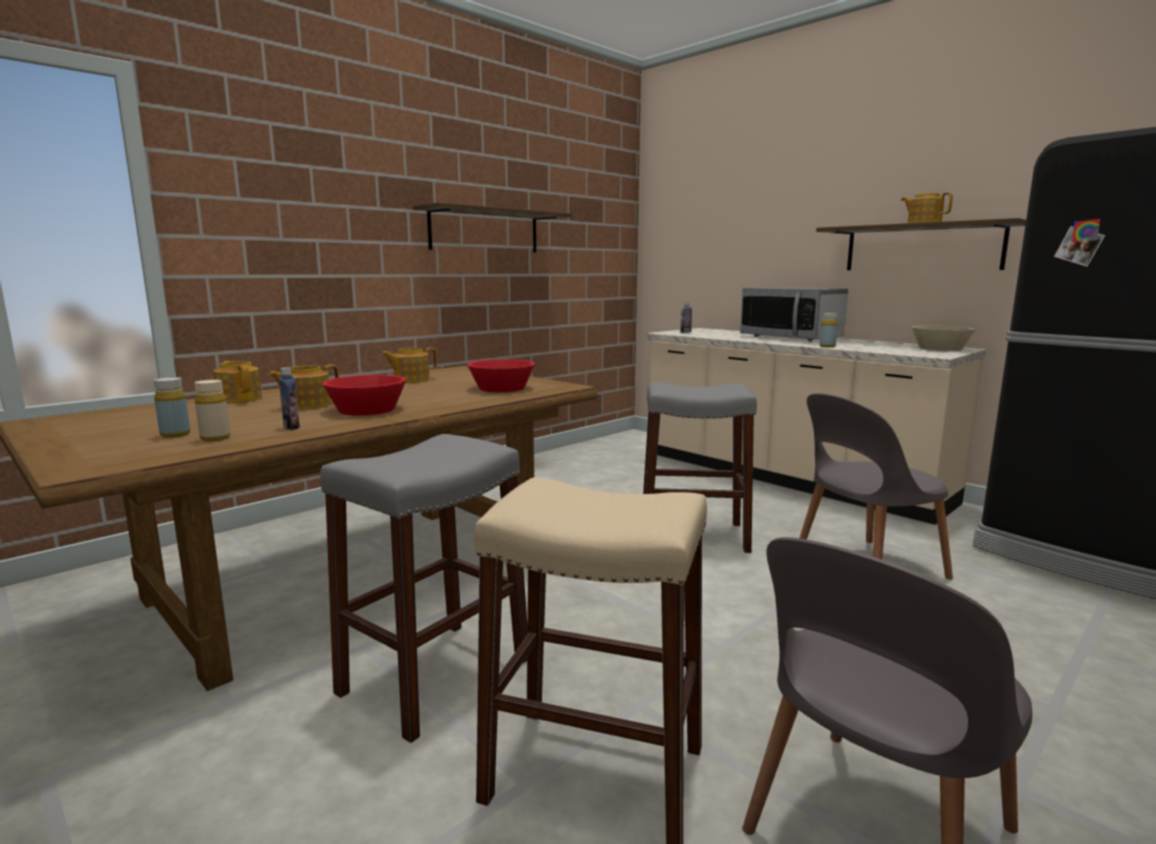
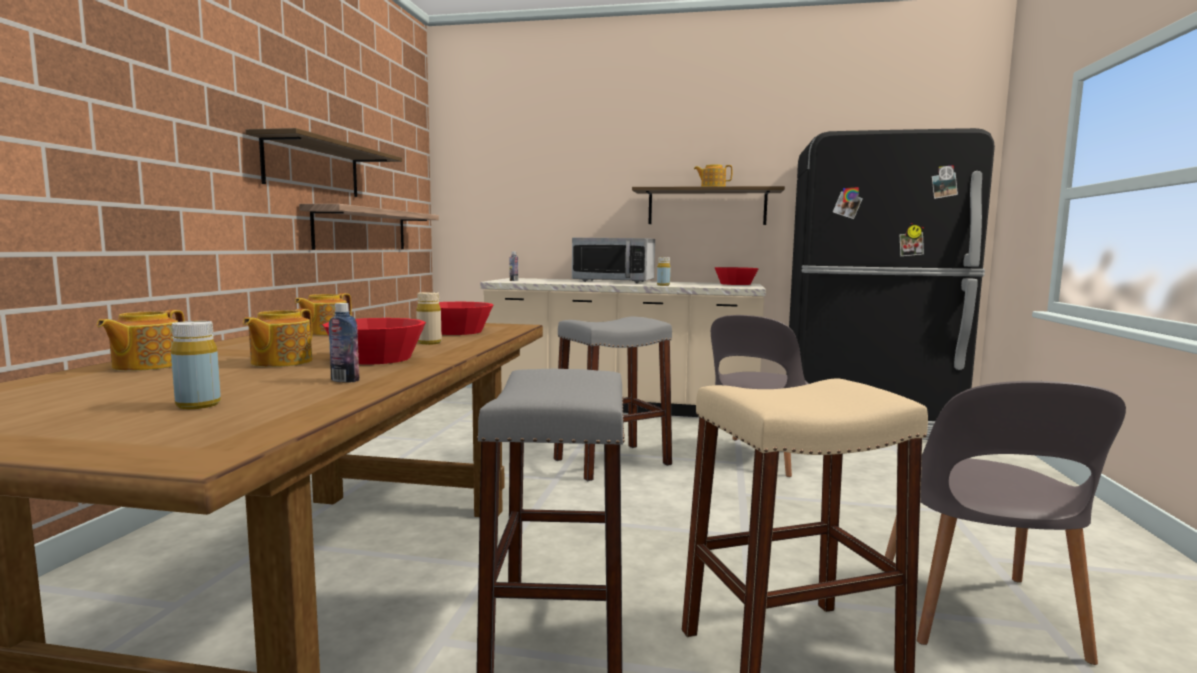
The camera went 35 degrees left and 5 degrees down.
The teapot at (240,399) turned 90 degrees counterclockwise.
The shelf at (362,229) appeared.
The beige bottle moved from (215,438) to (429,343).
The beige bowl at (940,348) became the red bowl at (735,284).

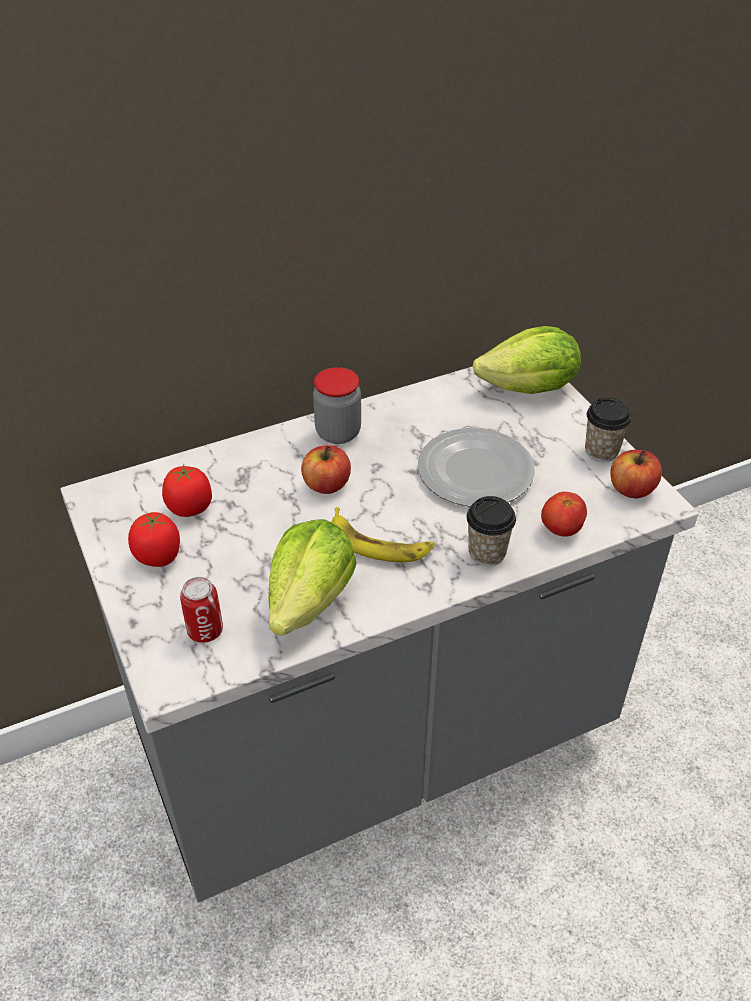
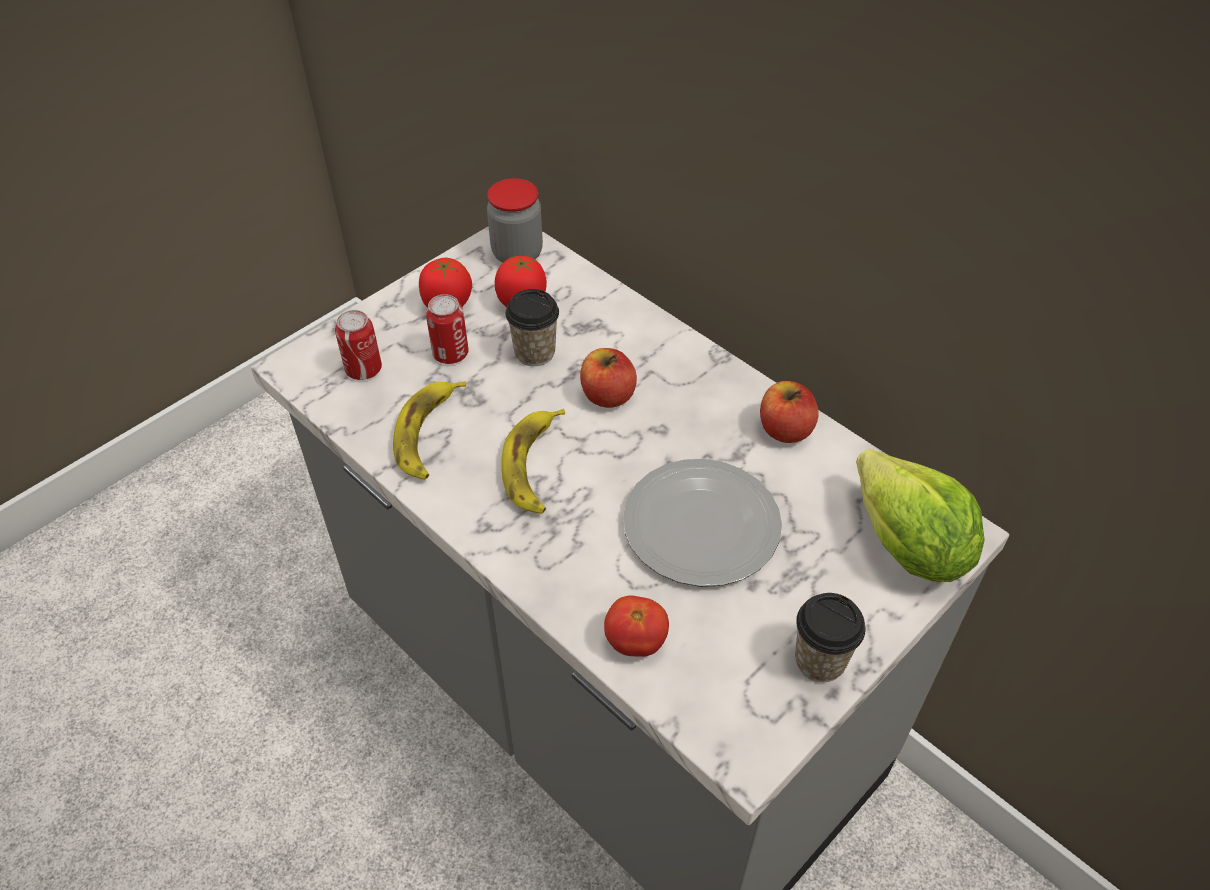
The camera went 70 degrees right and 5 degrees up.
The lettuce at (311,600) was replaced by the banana at (428,434).
The can at (450,354) appeared.
The jar moved from (338,433) to (517,254).
The cup moved from (487,553) to (535,352).
The apple moved from (632,489) to (785,429).

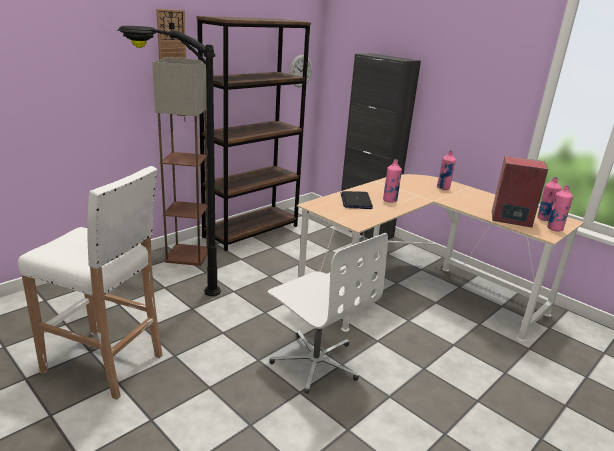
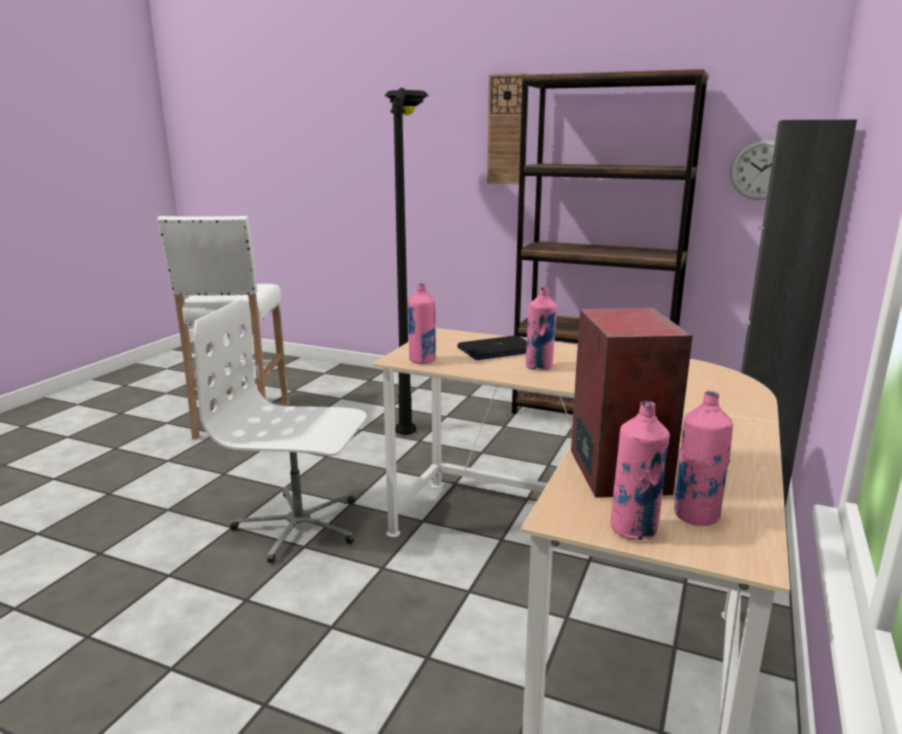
The camera went 70 degrees right and 5 degrees down.
The white office chair at (316,362) turned 75 degrees clockwise.
The pink bottle moved from (443,188) to (422,360).
The floor lamp at (187,255) disappeared.

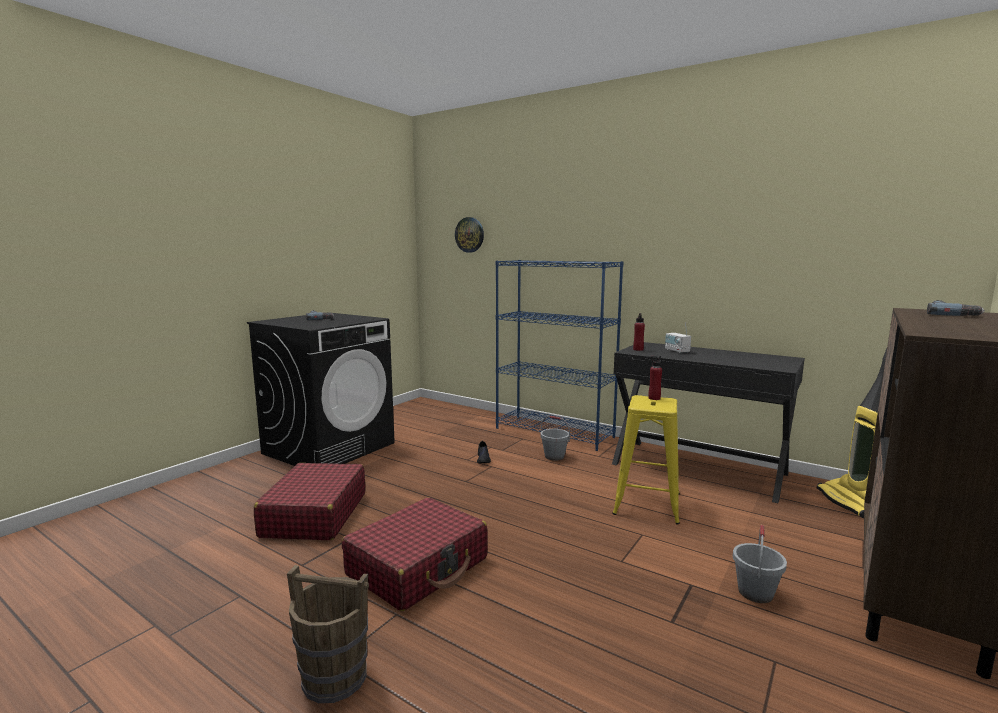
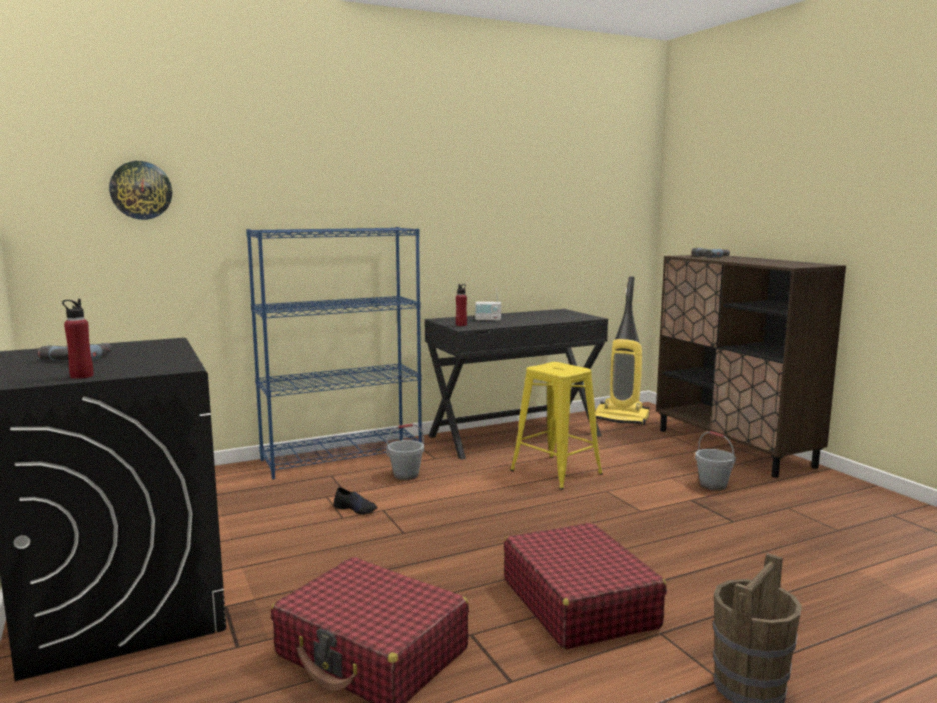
The camera went 60 degrees left and 0 degrees up.
The red bottle moved from (654,398) to (81,376).

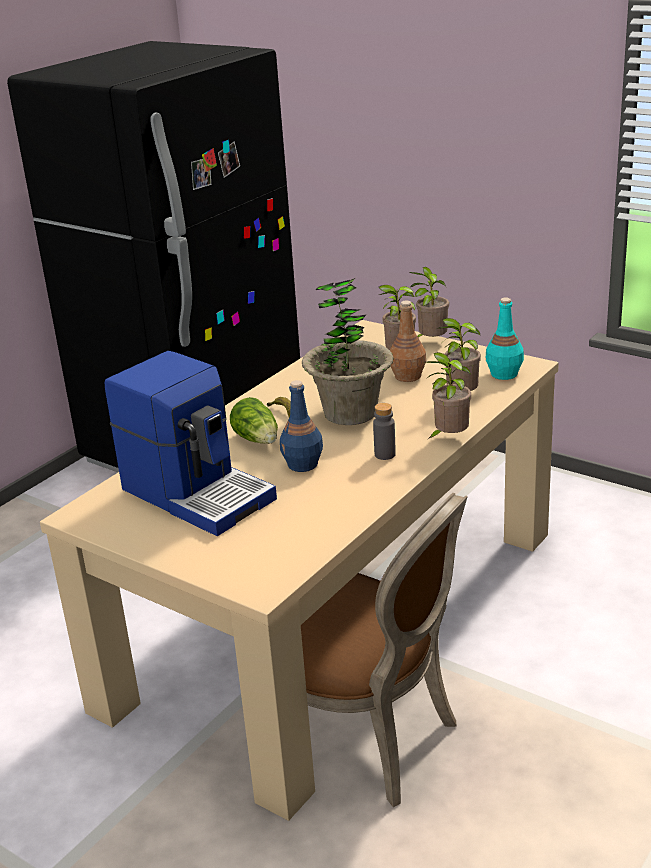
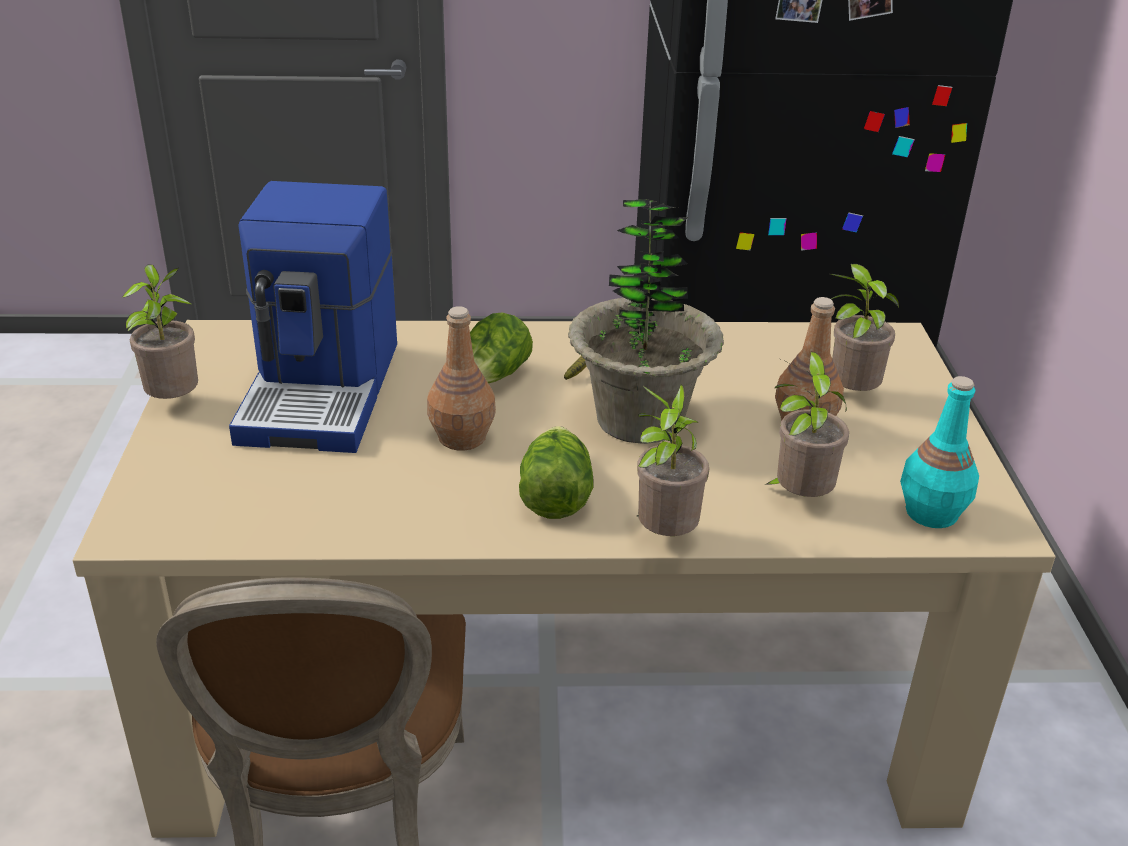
The camera went 50 degrees right and 5 degrees up.
The potted plant moved from (431,341) to (175,402).
The blue bottle at (303,464) became the brown bottle at (462,438).
The grey bottle at (385,454) was replaced by the lettuce at (554,495).

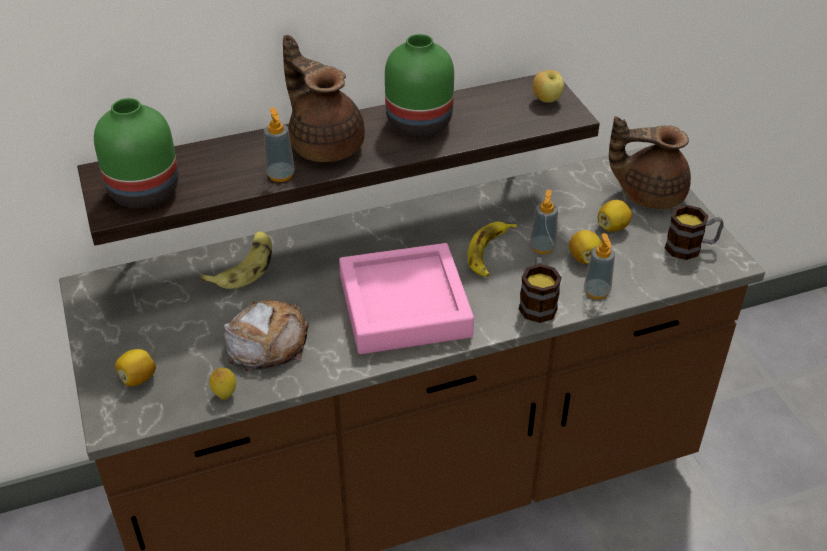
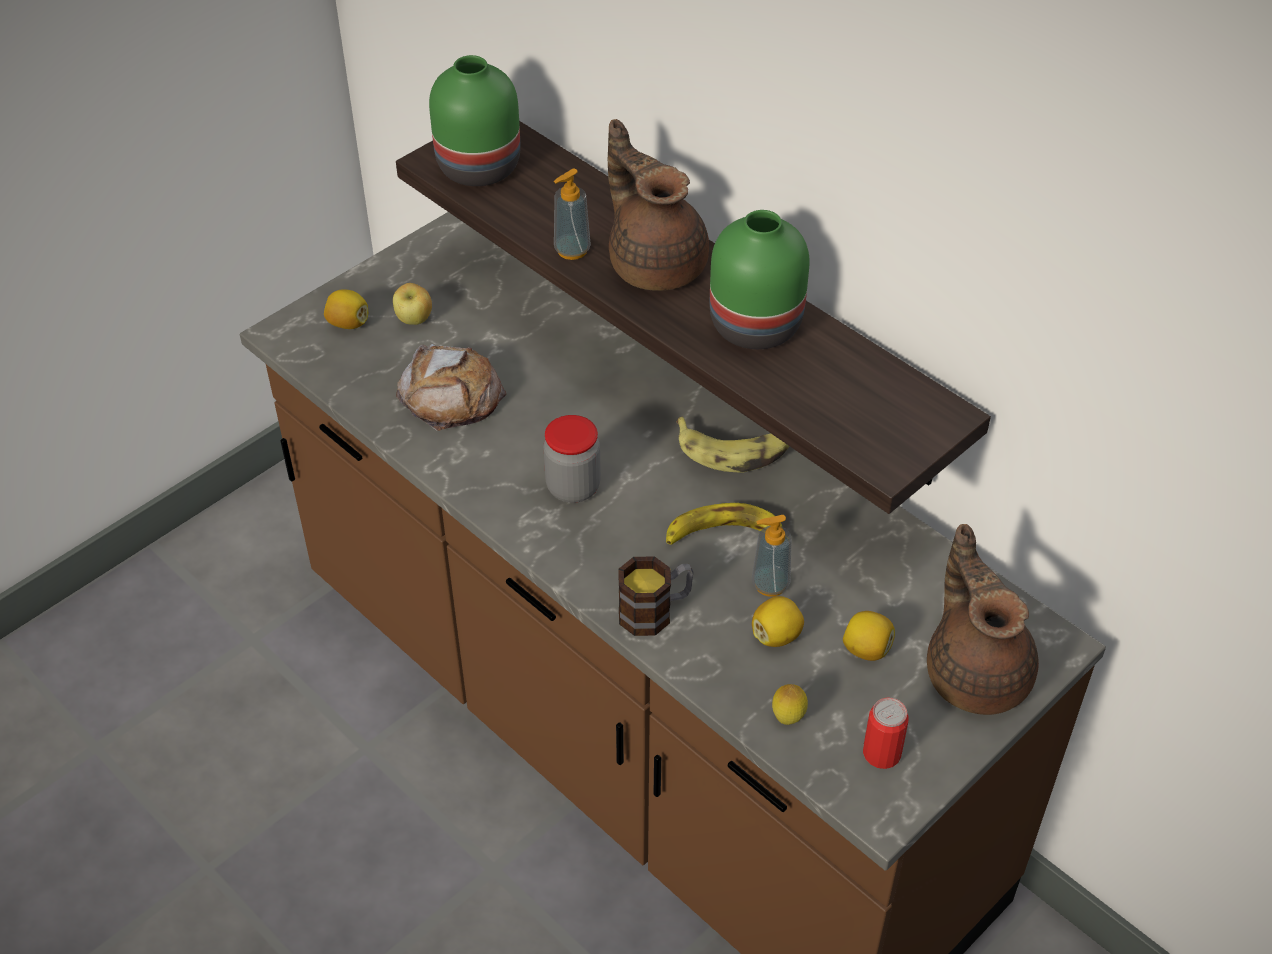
The camera went 65 degrees right and 5 degrees up.
The apple moved from (547,100) to (414,320).
The pink tray at (404,306) was replaced by the jar at (573,487).
The brown teapot at (325,144) turned 60 degrees counterclockwise.
The banana moved from (244,267) to (735,450).
The lemon moved from (225,394) to (788,718).
The mug at (690,247) was replaced by the can at (881,753).
The soap dispenser at (596,291) disappeared.

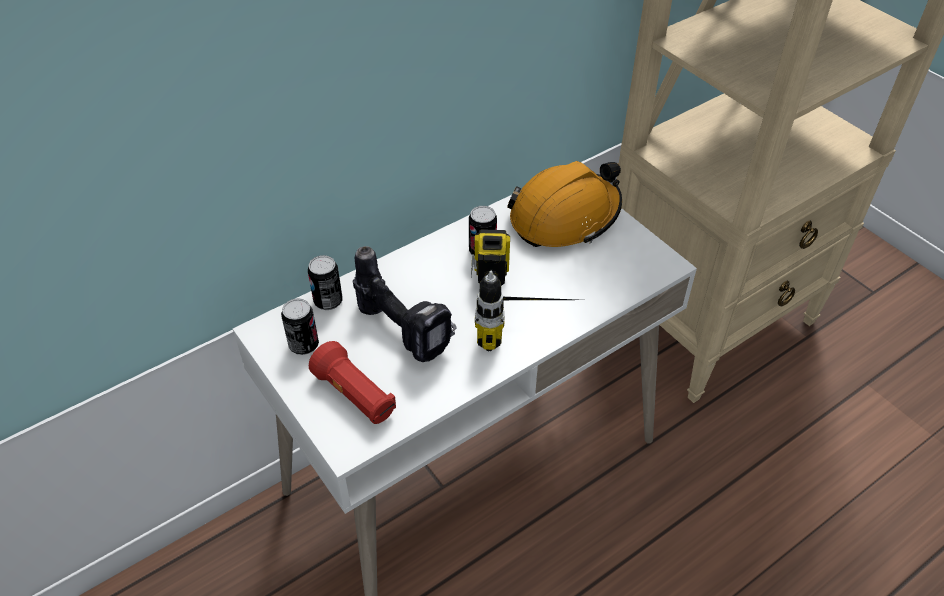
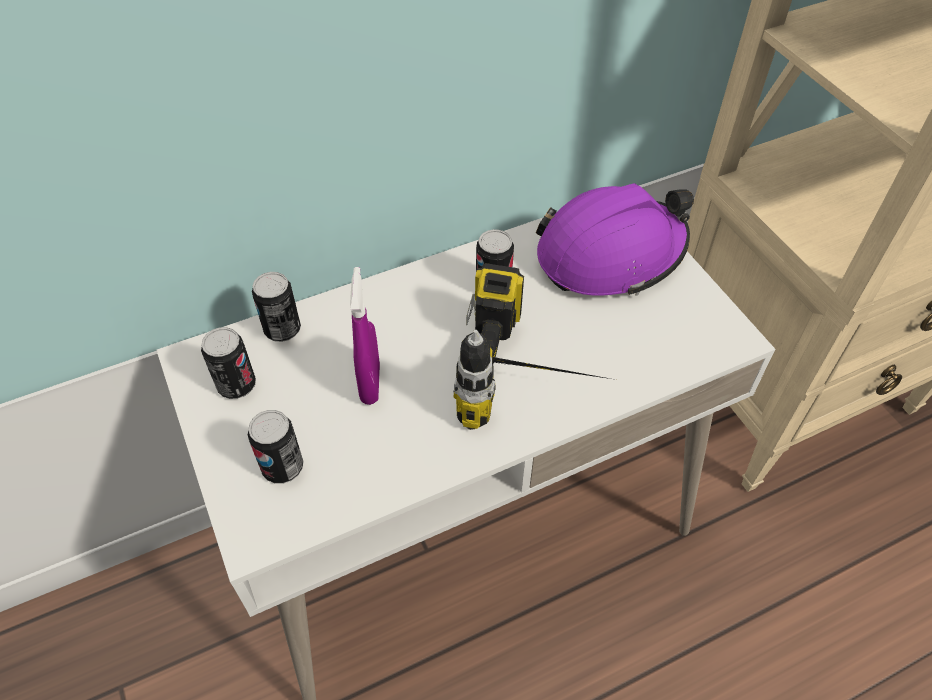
The camera went 10 degrees right and 5 degrees up.
The red flashlight at (355,396) was replaced by the can at (283,467).
The power drill at (406,330) was replaced by the purple spray bottle at (370,383).
The orange hard hat at (565,217) became the purple hard hat at (610,254).

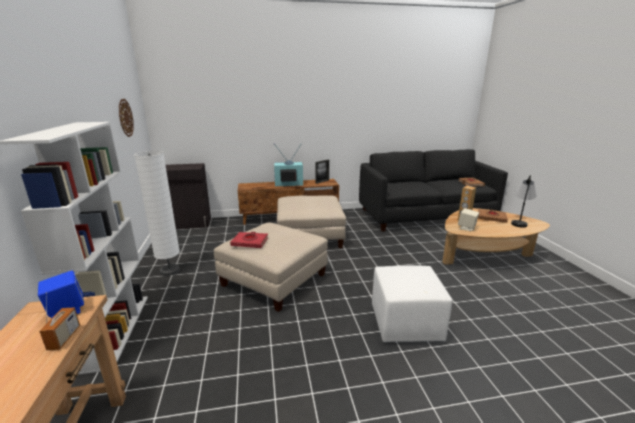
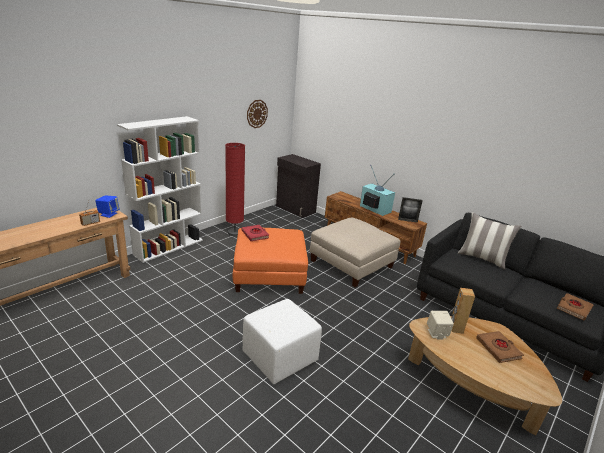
The camera went 50 degrees right and 5 degrees up.
The white floor lamp at (170,271) became the red floor lamp at (234,233).
The beige ottoman at (273,280) became the orange ottoman at (269,274).
The pillow at (482,258) appeared.
The table lamp at (519,221) disappeared.

